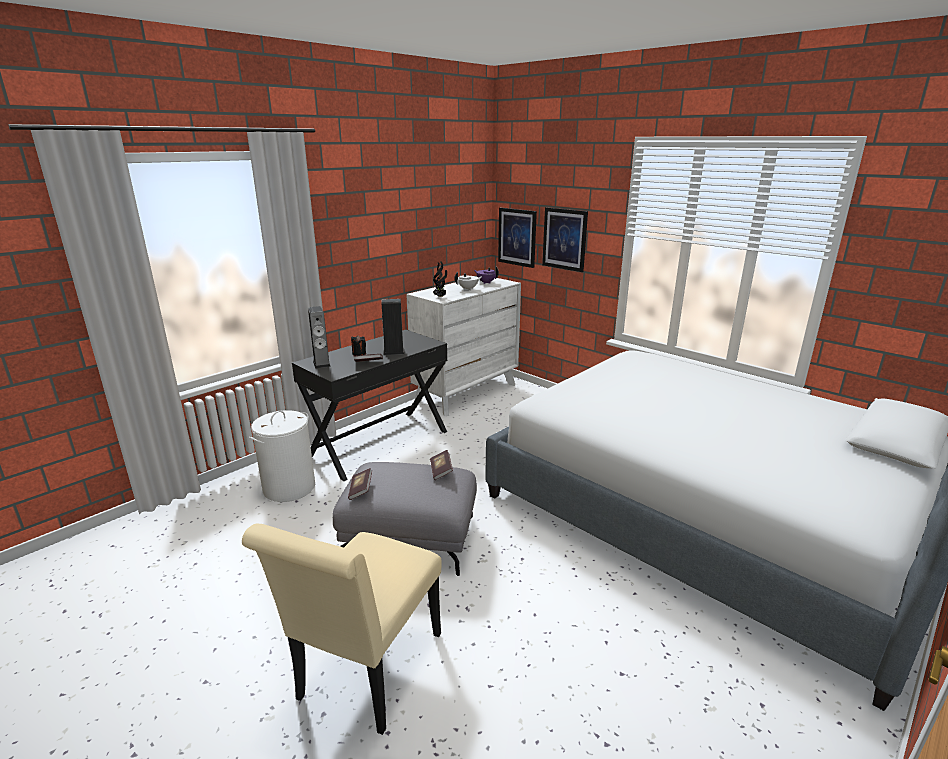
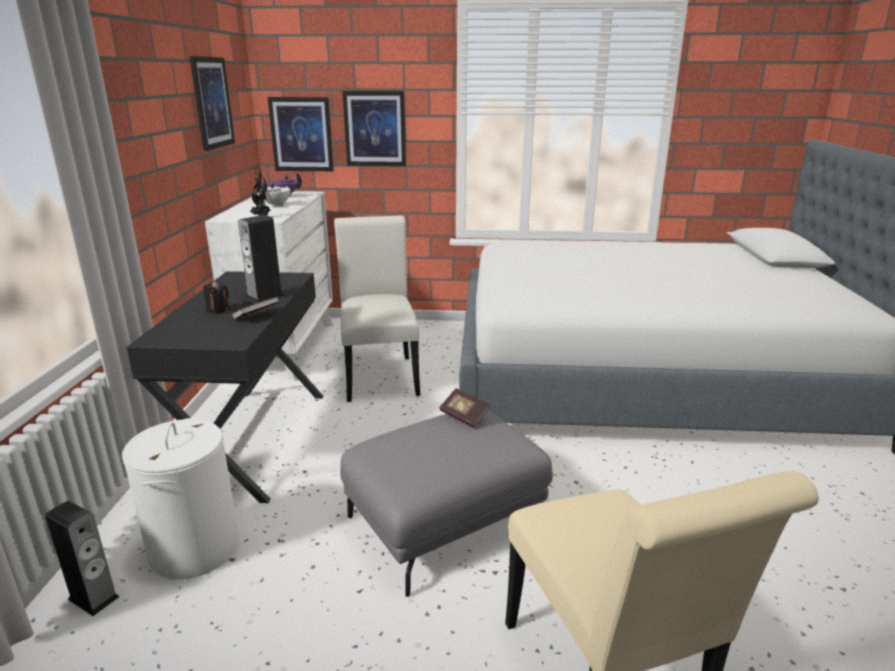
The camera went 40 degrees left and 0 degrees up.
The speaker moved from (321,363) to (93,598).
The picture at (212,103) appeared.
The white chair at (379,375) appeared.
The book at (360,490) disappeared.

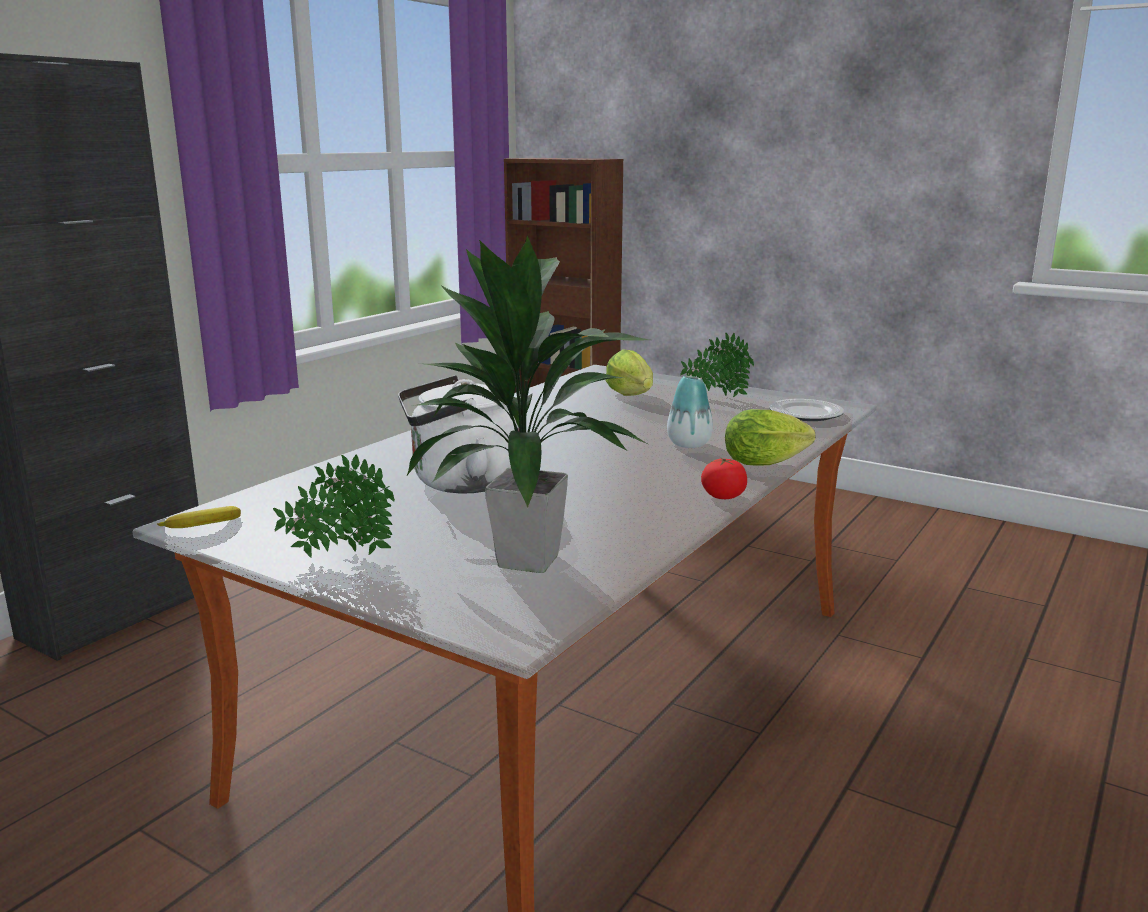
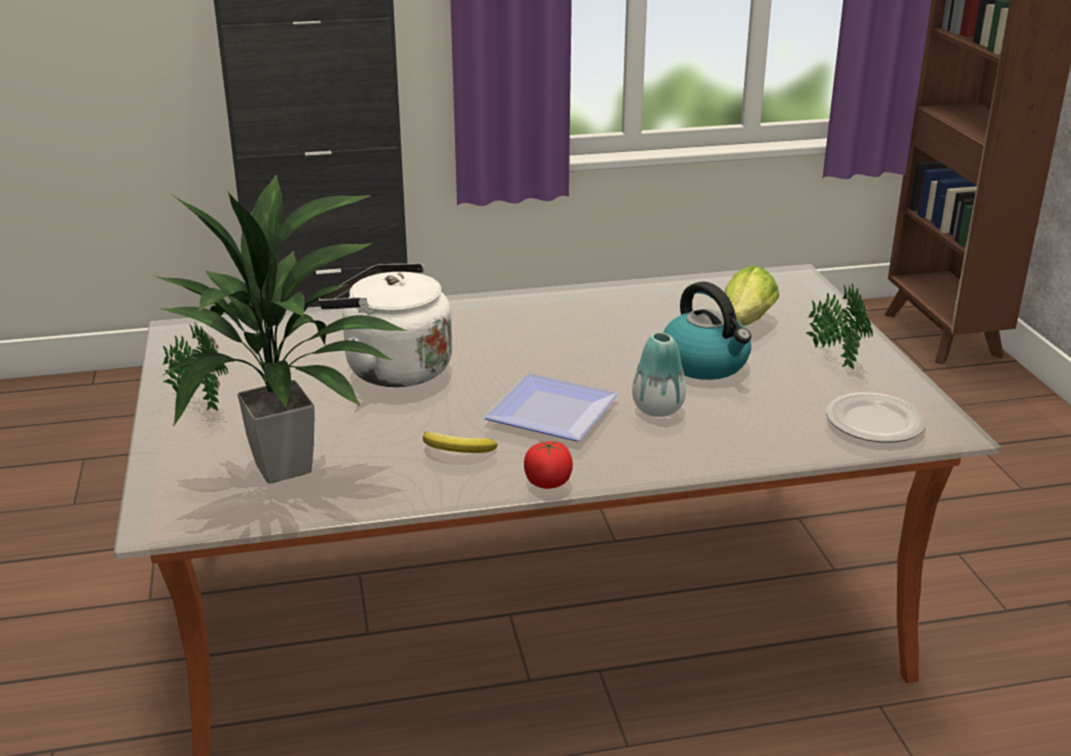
The camera went 45 degrees right and 10 degrees up.
The banana moved from (203,527) to (456,450).
The plate at (550,410) appeared.
The kettle at (706,364) appeared.
The lettuce at (769,463) disappeared.

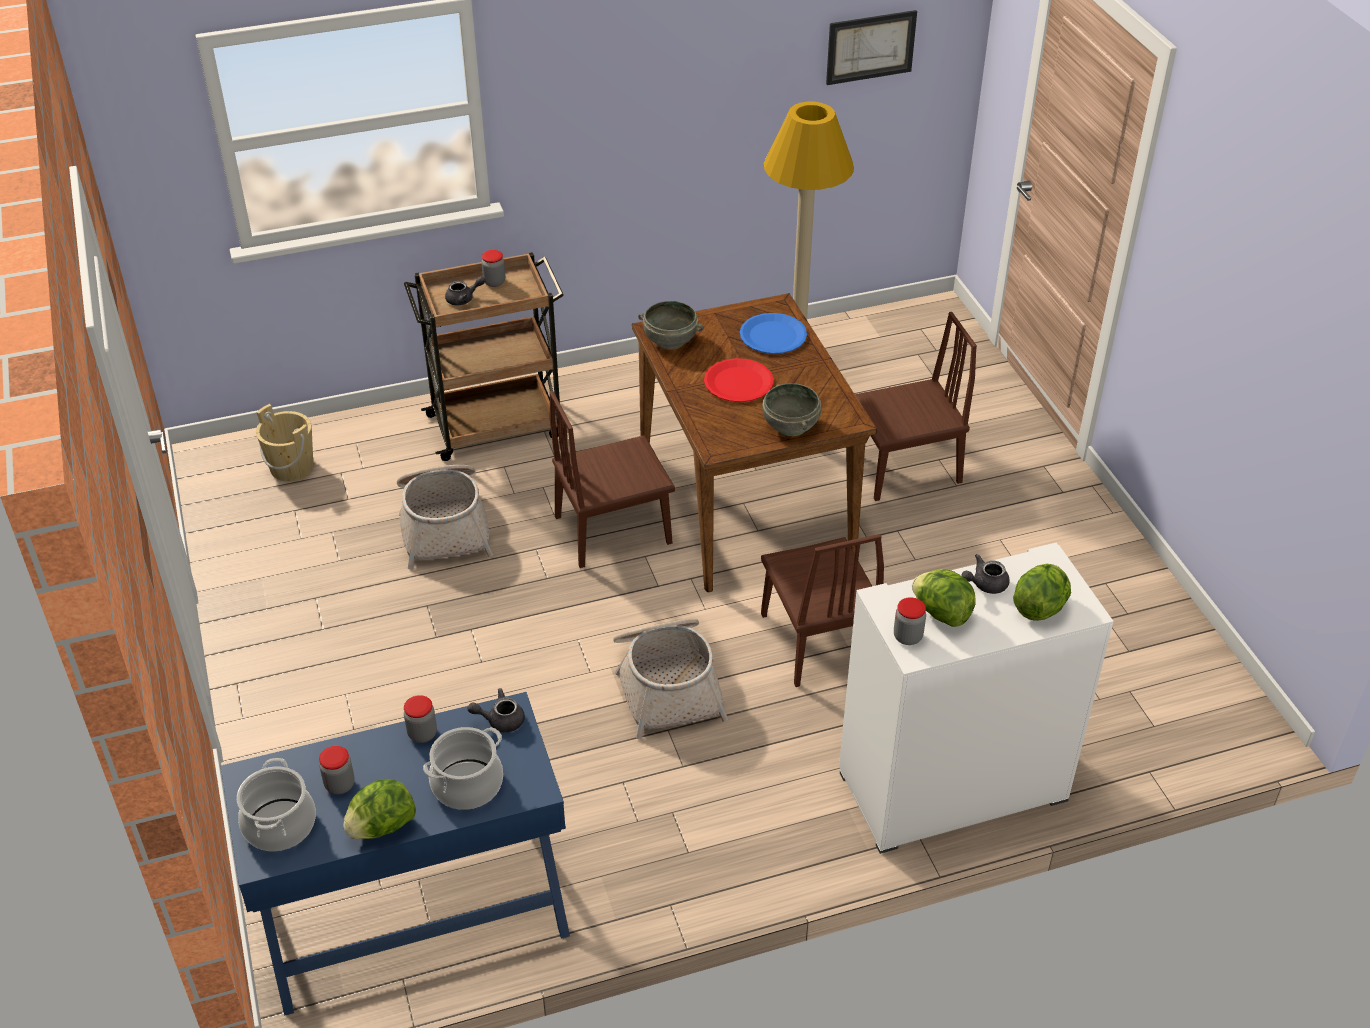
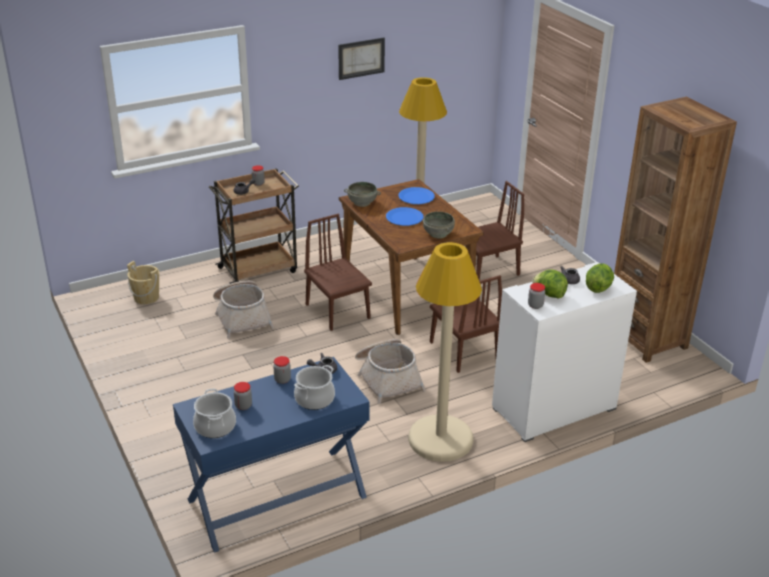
The camera went 10 degrees left and 10 degrees down.
The brown chair at (613,530) turned 90 degrees clockwise.
The picture moved from (870,47) to (361,58).
The red plate at (738,382) became the blue plate at (404,218).
The beige floor lamp at (440,439) appeared.
The brown bookcase at (646,338) appeared.
The lettuce at (382,827) disappeared.

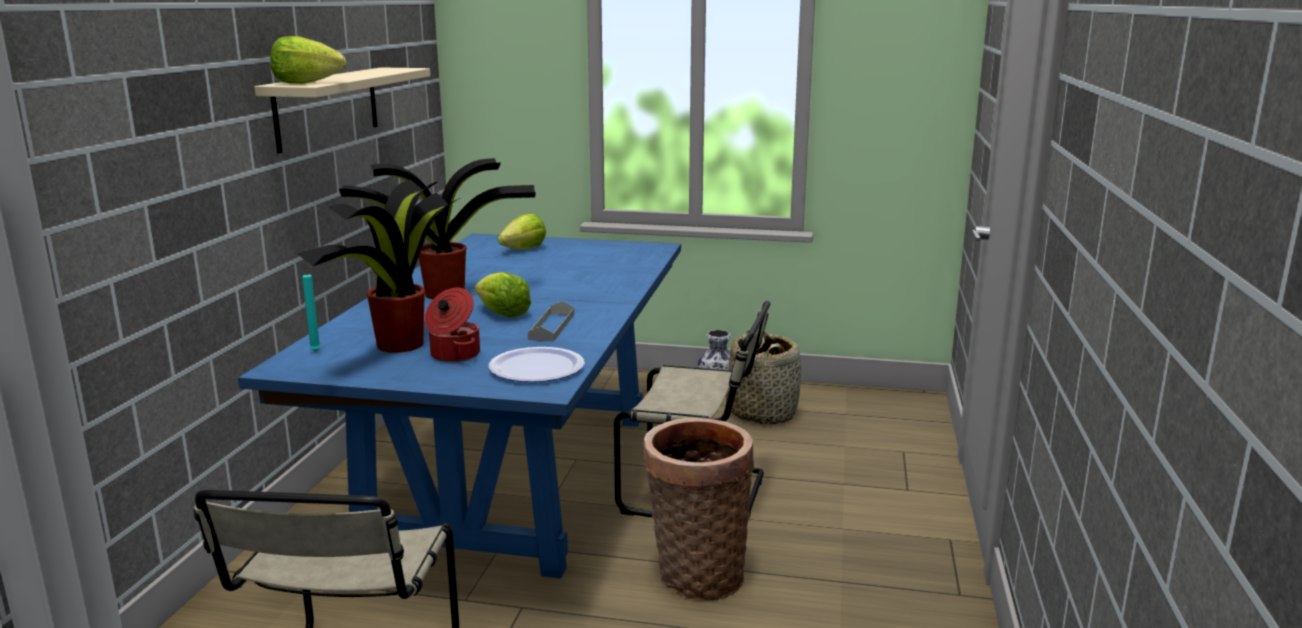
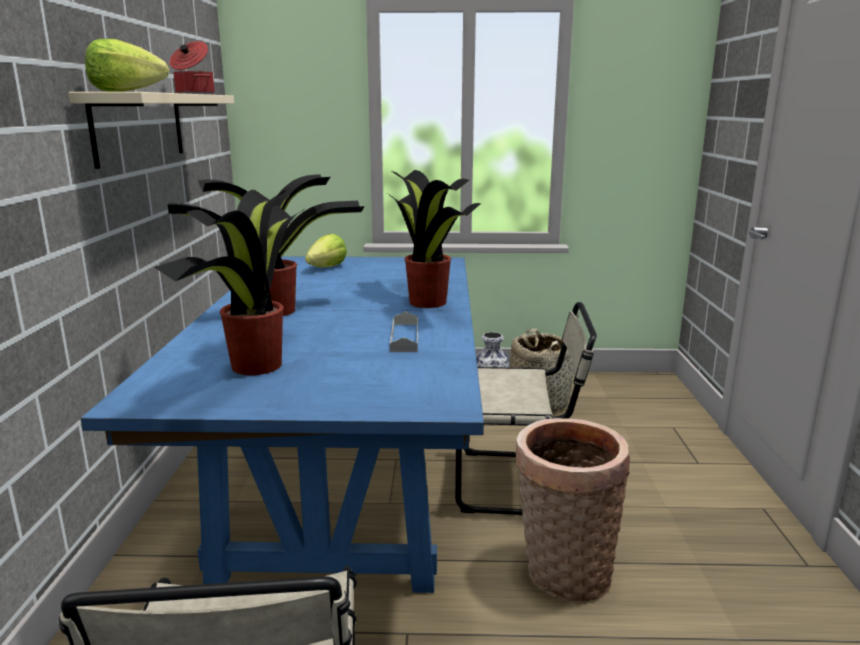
The camera went 10 degrees left and 0 degrees up.
The cooking pot moved from (454,355) to (194,94).
The potted plant at (427,301) appeared.
The turquoise candle at (317,351) disappeared.
The lettuce at (502,314) disappeared.
The plate at (536,367) disappeared.

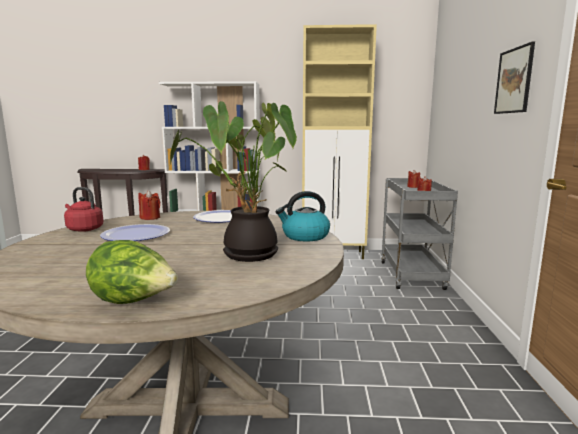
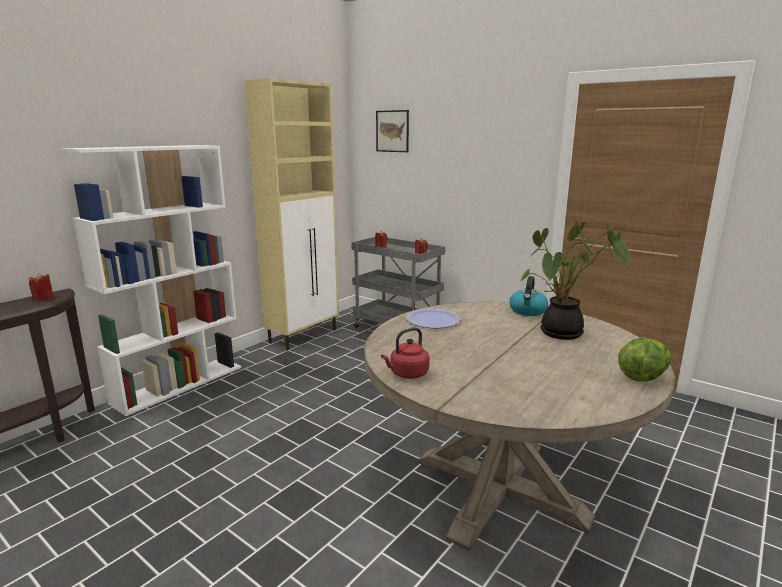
The camera went 55 degrees left and 5 degrees up.
The picture moved from (514,81) to (392,131).
The plate at (136,235) disappeared.
The red candle at (150,218) disappeared.

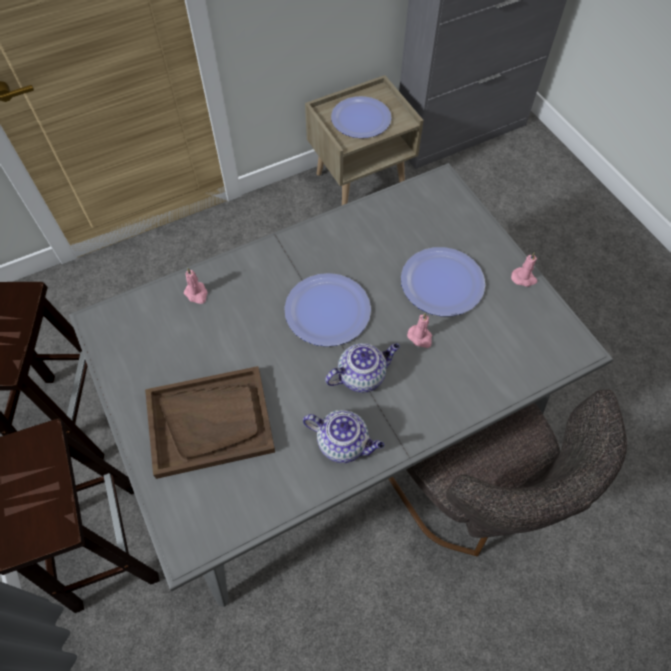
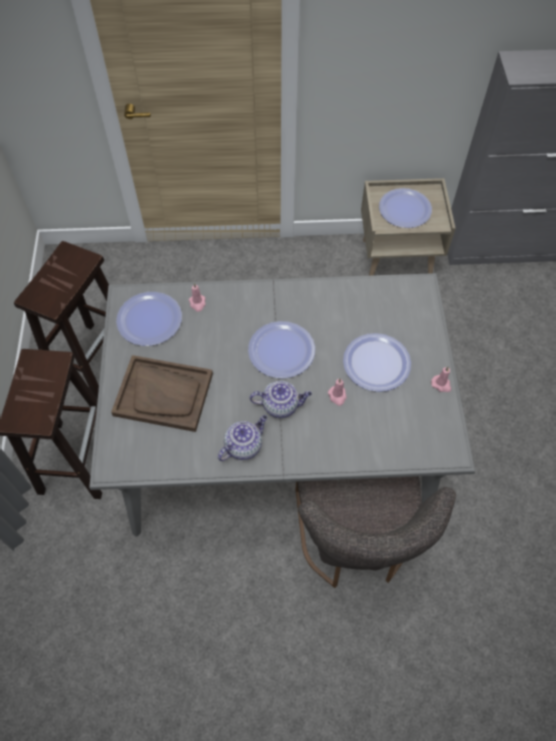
The camera went 25 degrees right and 0 degrees up.
The plate at (149,320) appeared.
The teapot at (344,443) turned 90 degrees counterclockwise.

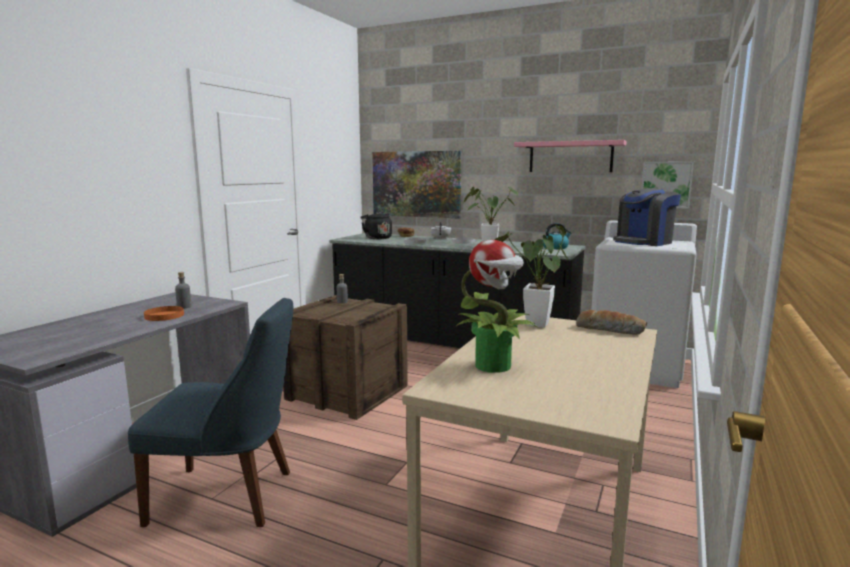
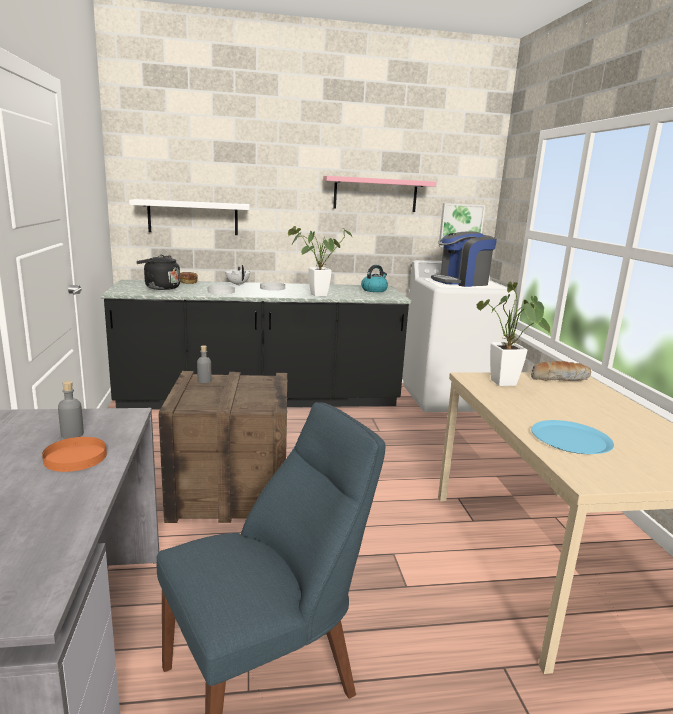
The camera went 35 degrees left and 5 degrees up.
The picture at (416,184) was replaced by the white shelf at (193,217).
The coffee machine at (643,242) turned 45 degrees clockwise.
The potted plant at (494,366) was replaced by the blue plate at (571,439).

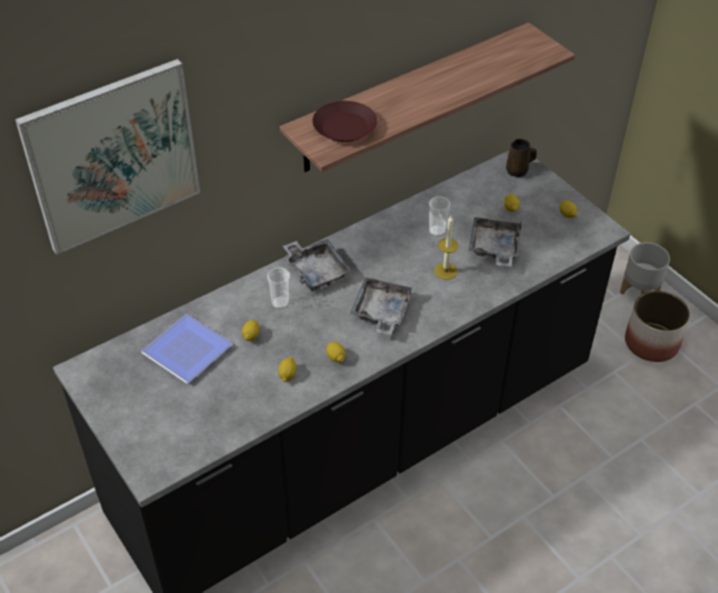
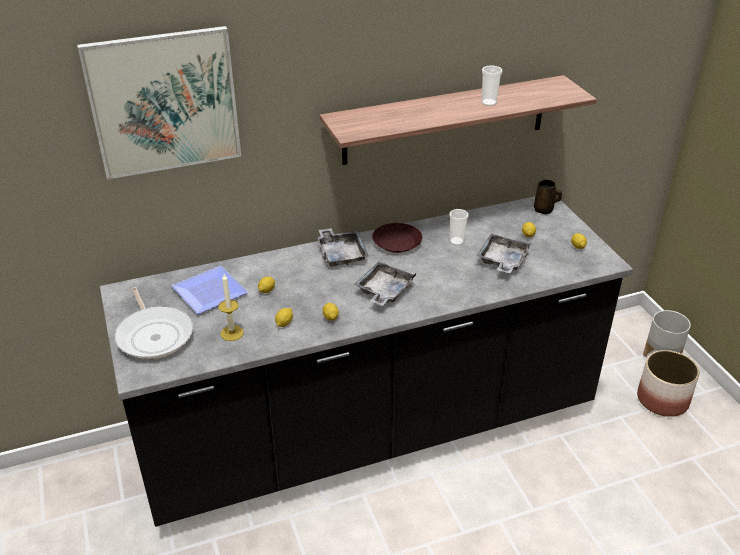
The camera went 15 degrees right and 10 degrees down.
The frying pan at (154,334) appeared.
The candle moved from (445,271) to (232,333).
The brown plate moved from (344,127) to (396,242).
The cup moved from (280,303) to (489,103).

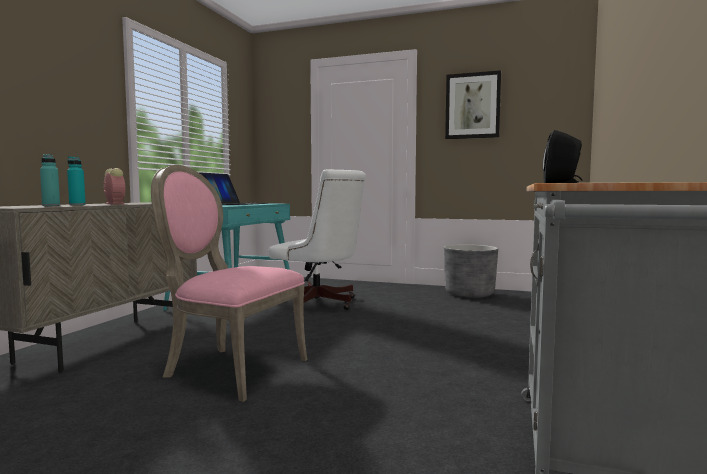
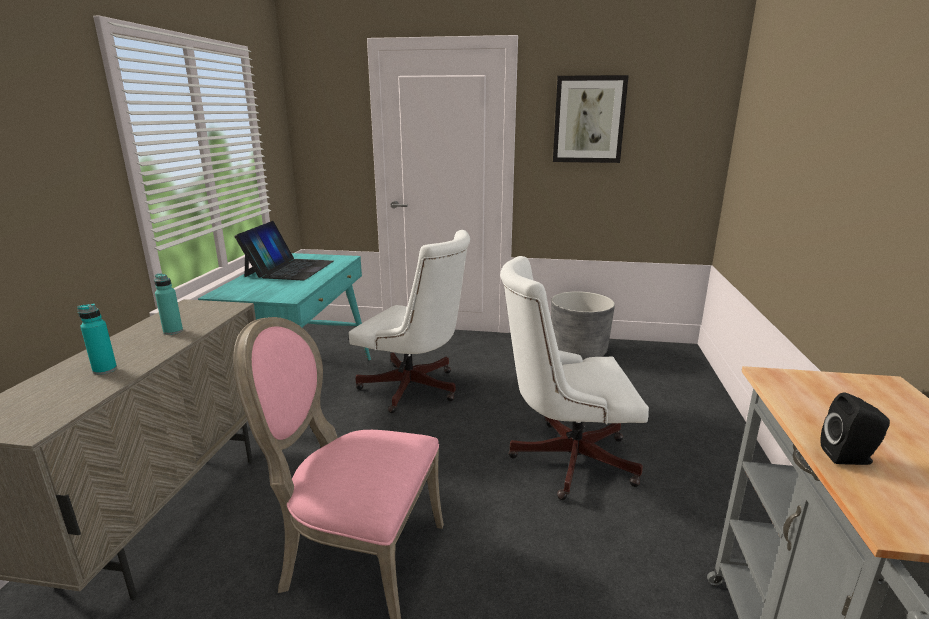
The camera went 10 degrees left and 15 degrees up.
The turquoise bottle moved from (51,205) to (173,331).
The white office chair at (564,458) appeared.
The alarm clock at (114,204) disappeared.

